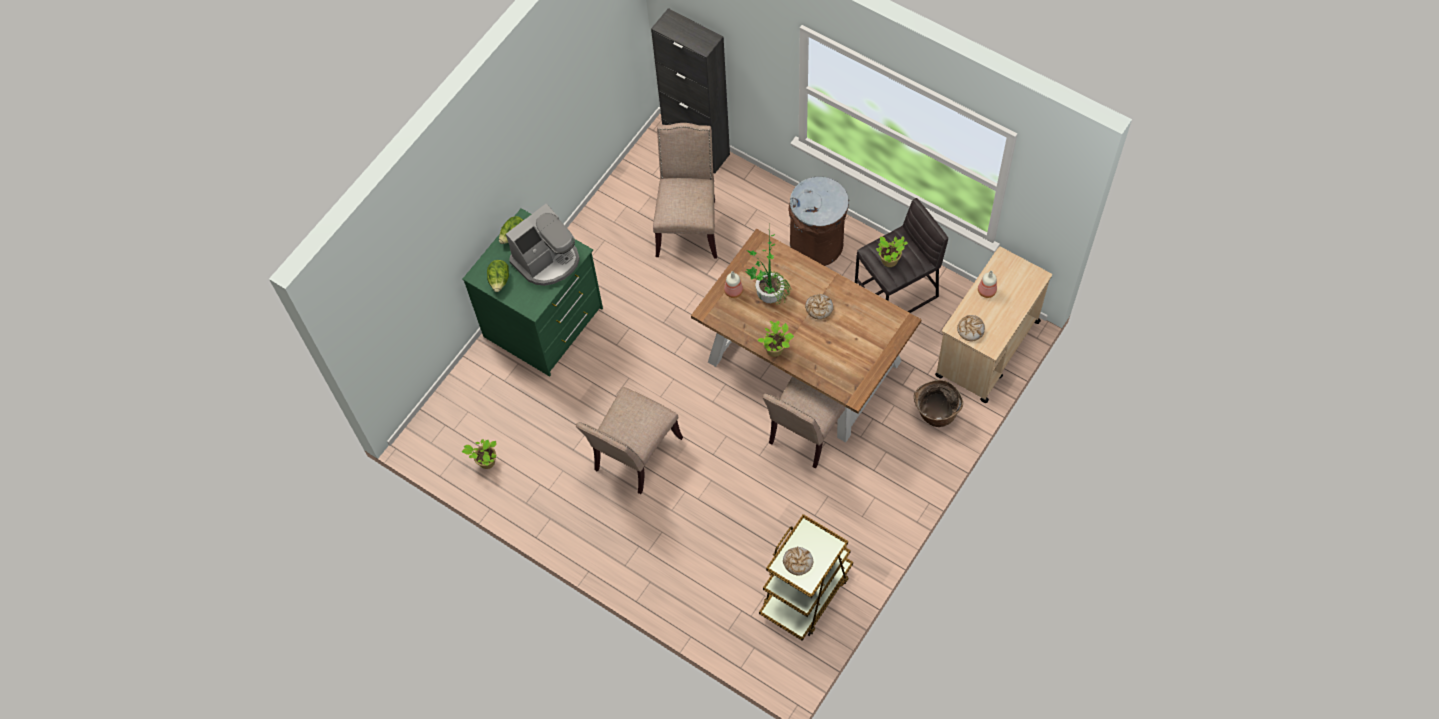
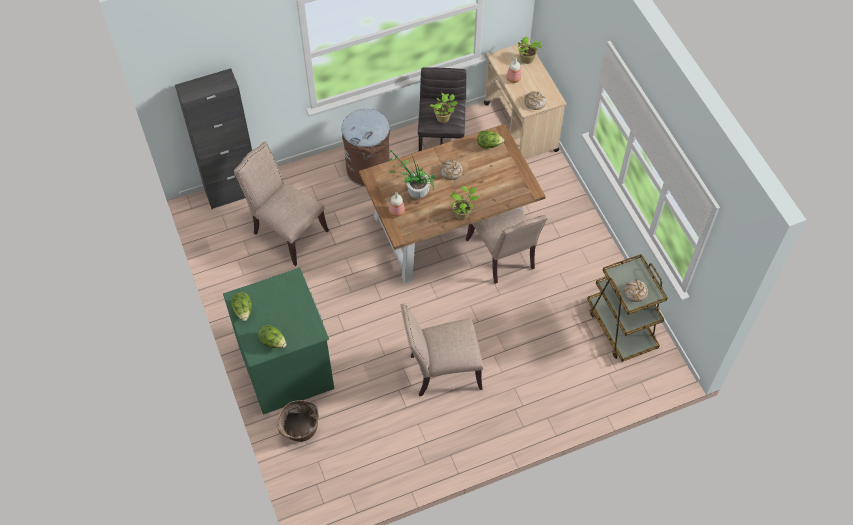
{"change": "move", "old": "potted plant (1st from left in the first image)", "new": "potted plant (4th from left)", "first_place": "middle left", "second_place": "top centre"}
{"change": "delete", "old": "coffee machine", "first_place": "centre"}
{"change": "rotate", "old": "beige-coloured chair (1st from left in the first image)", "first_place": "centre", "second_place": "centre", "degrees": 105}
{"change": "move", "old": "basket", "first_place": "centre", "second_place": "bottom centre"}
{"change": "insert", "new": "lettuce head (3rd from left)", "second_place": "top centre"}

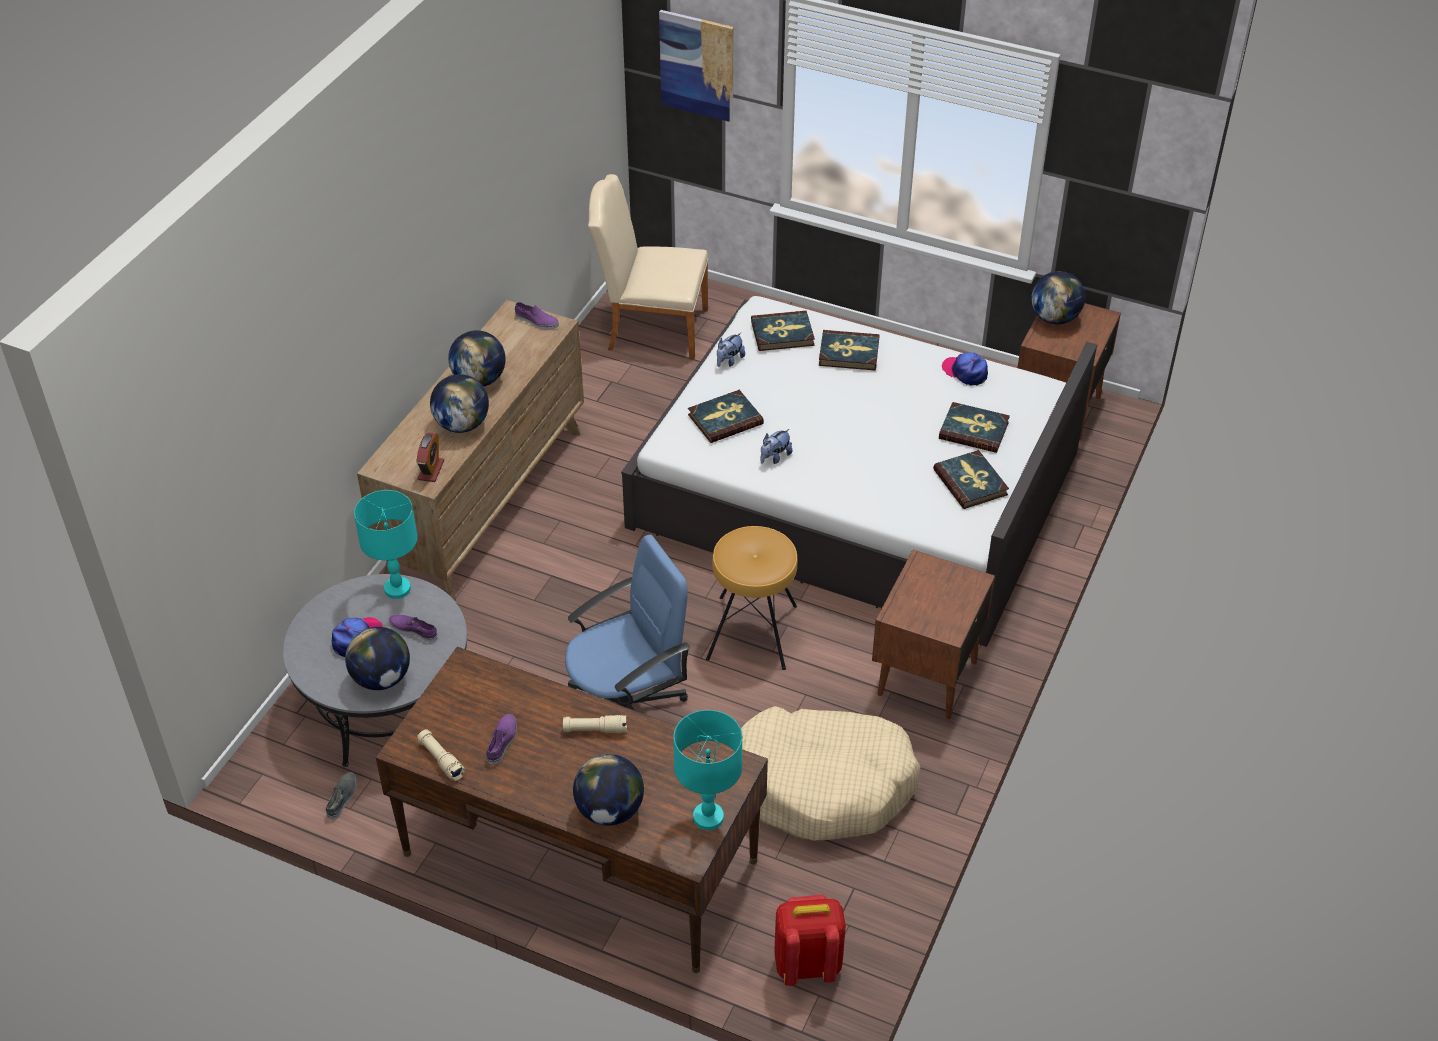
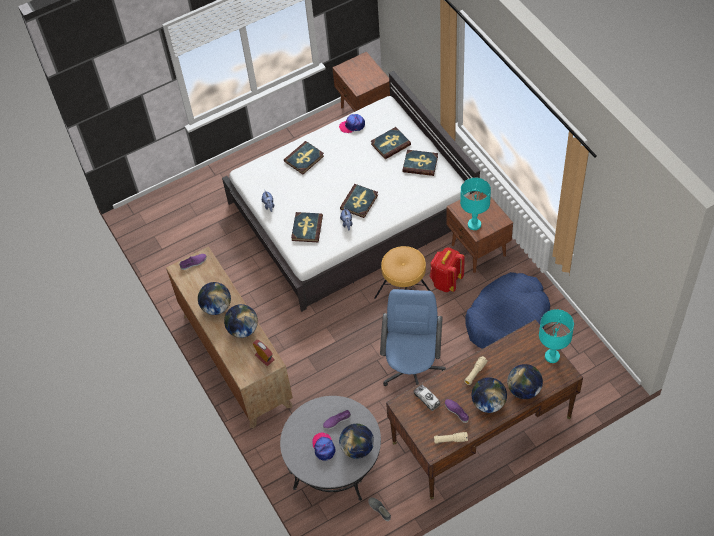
{"change": "move", "old": "turquoise-coloured tabletop lamp (1st from left)", "first_place": "middle left", "second_place": "centre"}
{"change": "delete", "old": "beige-coloured chair", "first_place": "top centre"}
{"change": "delete", "old": "wall art", "first_place": "top centre"}
{"change": "recolor", "old": "beige-coloured dog bed", "new": "blue dog bed", "first_place": "bottom centre", "second_place": "middle right"}
{"change": "move", "old": "bound book (2nd from left in the first image)", "new": "bound book (3rd from left)", "first_place": "top centre", "second_place": "centre"}
{"change": "move", "old": "reddish backpack", "first_place": "bottom centre", "second_place": "centre"}
{"change": "move", "old": "globe (5th from left in the first image)", "new": "globe (4th from left)", "first_place": "top right", "second_place": "bottom right"}
{"change": "insert", "new": "model truck", "second_place": "bottom centre"}

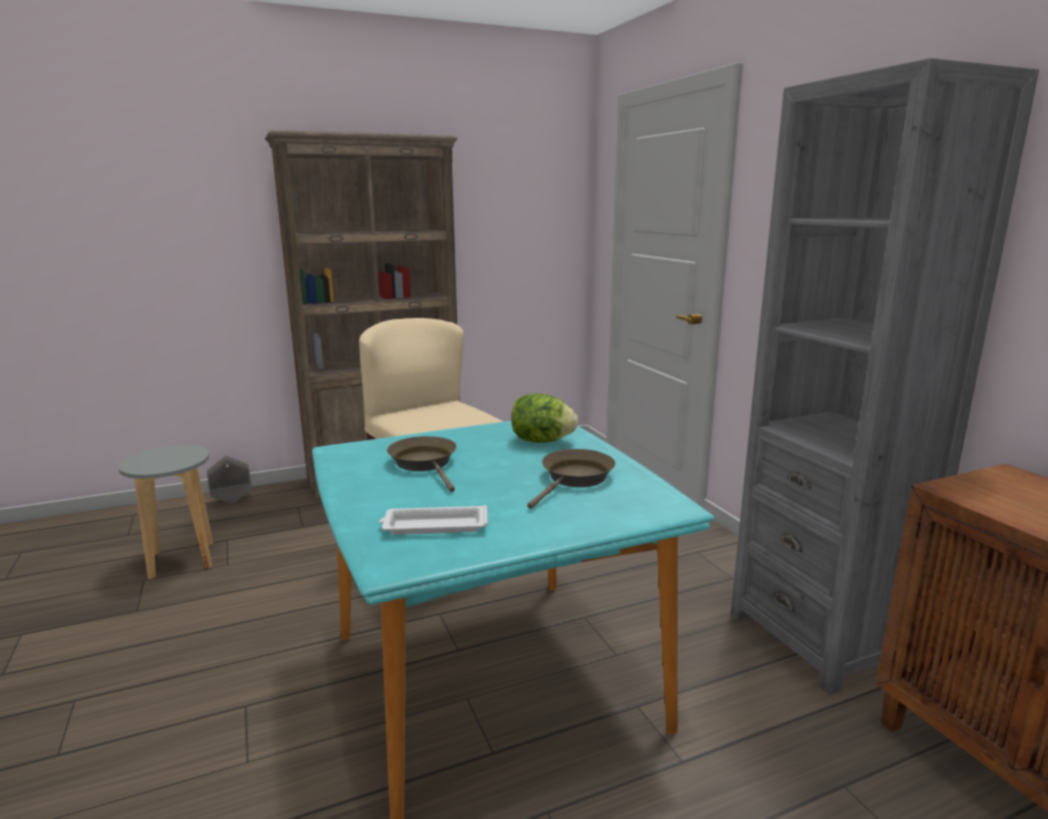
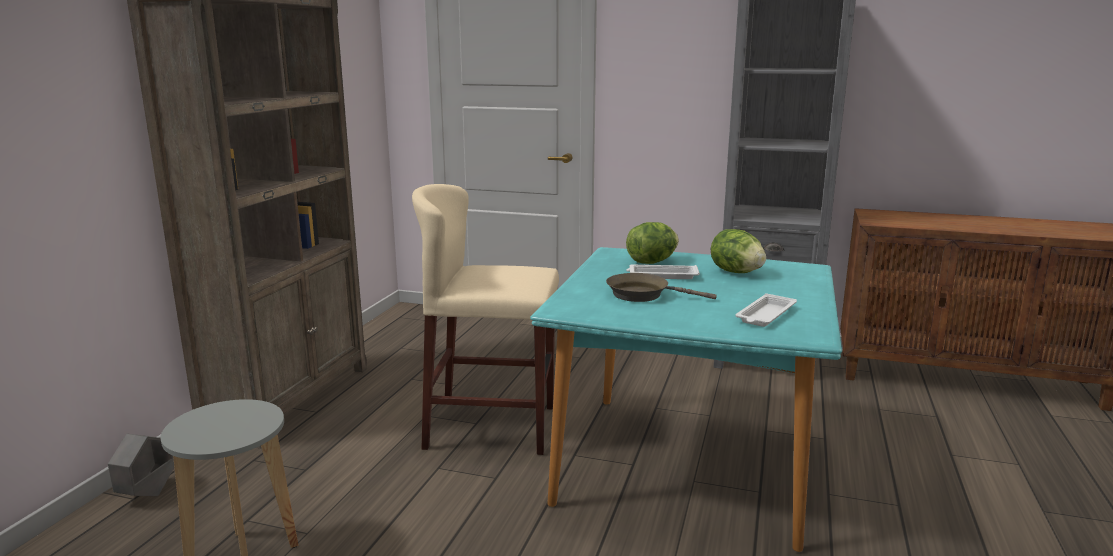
{"change": "replace", "old": "brownish skillet (2nd from left)", "new": "lettuce head (2nd from left)", "first_place": "centre", "second_place": "centre"}
{"change": "insert", "new": "whitish serving tray (1st from left)", "second_place": "centre"}

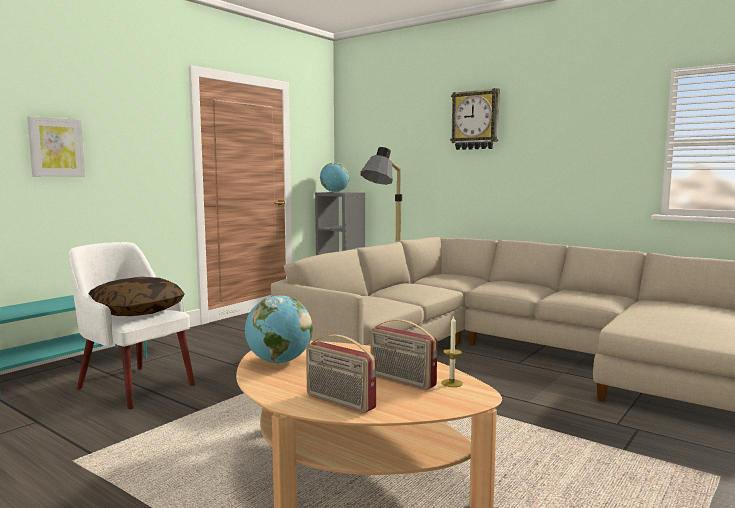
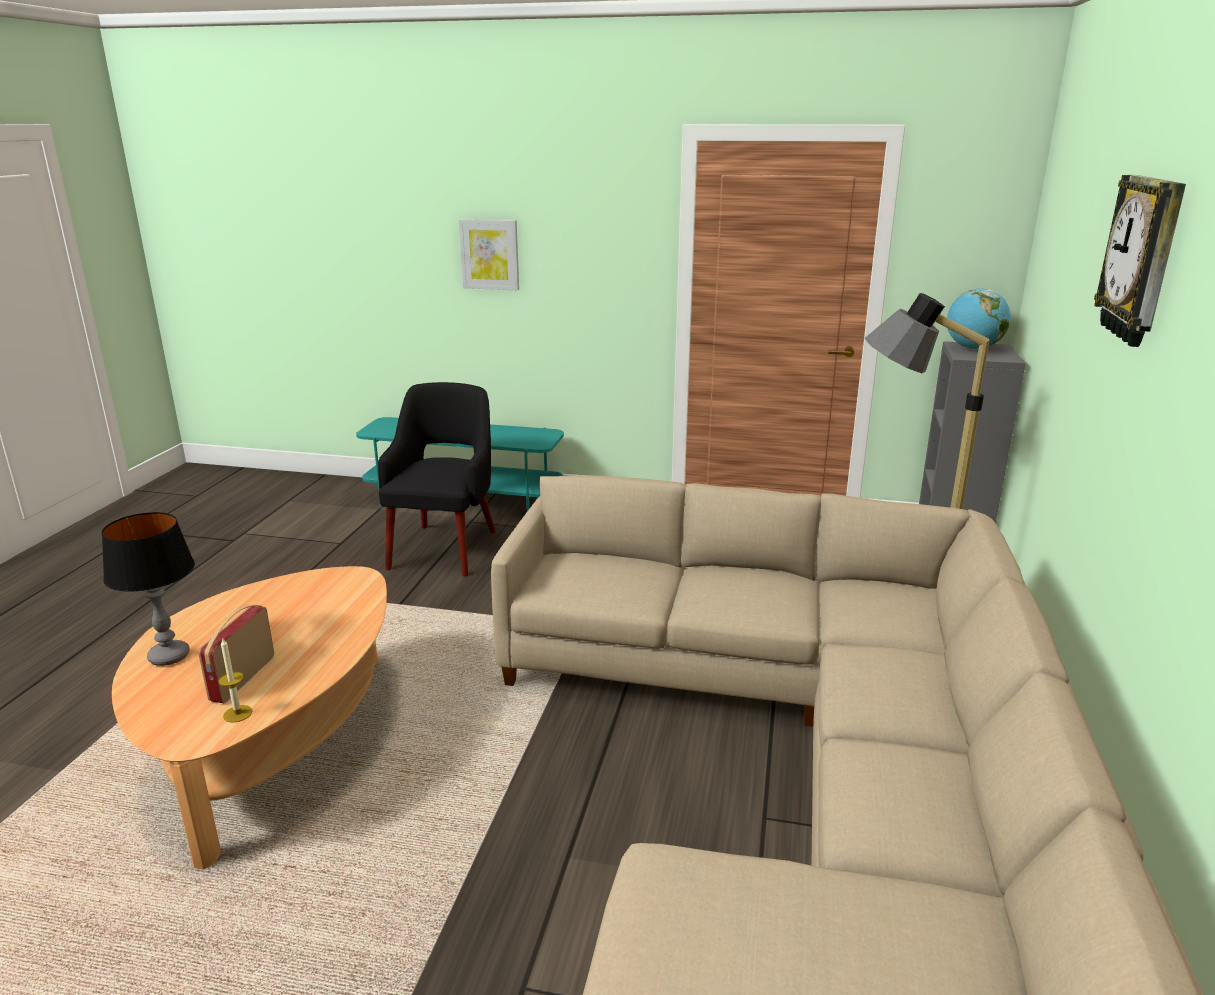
{"change": "recolor", "old": "whitish armchair", "new": "blackish armchair", "first_place": "middle left", "second_place": "centre"}
{"change": "delete", "old": "pillow", "first_place": "middle left"}
{"change": "delete", "old": "globe (1st from left)", "first_place": "centre"}
{"change": "replace", "old": "radio receiver (1st from left)", "new": "tabletop lamp", "first_place": "bottom centre", "second_place": "middle left"}

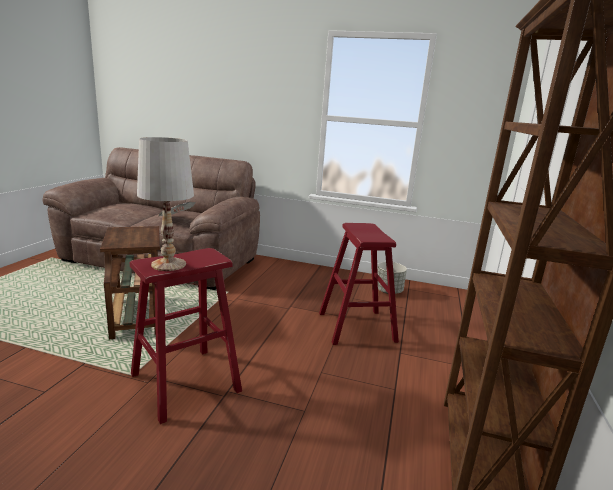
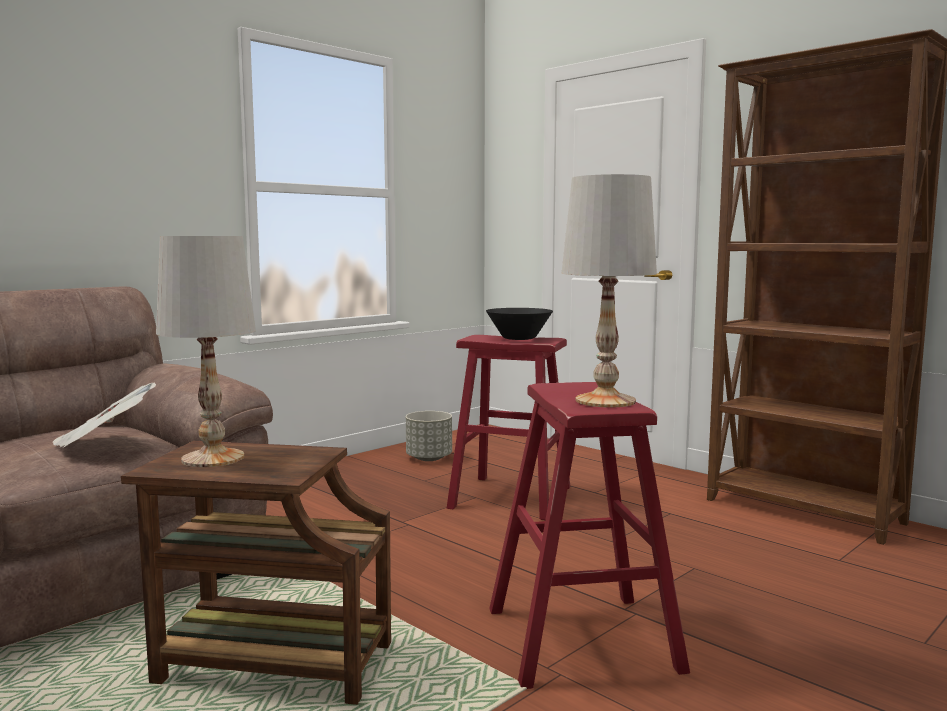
{"change": "insert", "new": "whitish tabletop lamp (1st from left)", "second_place": "middle left"}
{"change": "insert", "new": "blackish bowl", "second_place": "centre"}

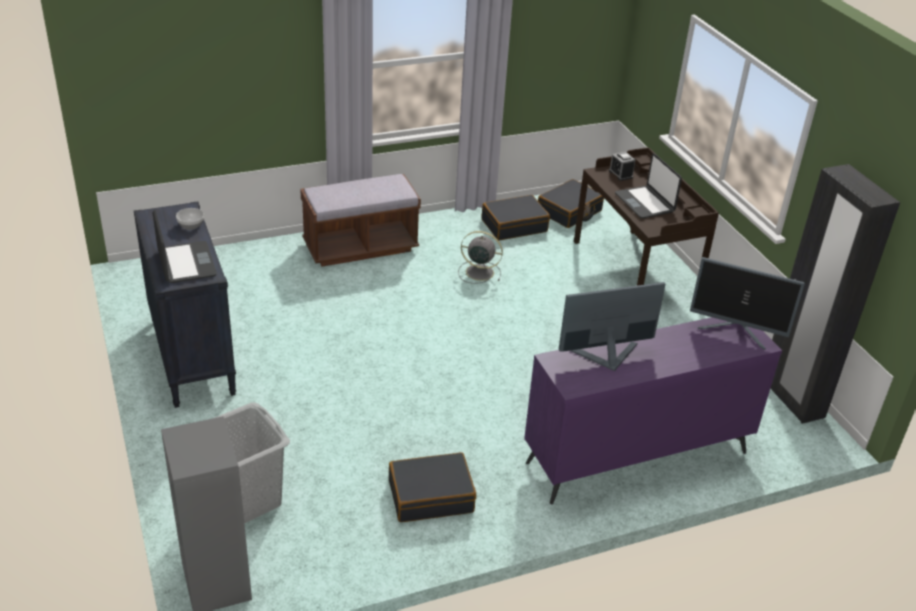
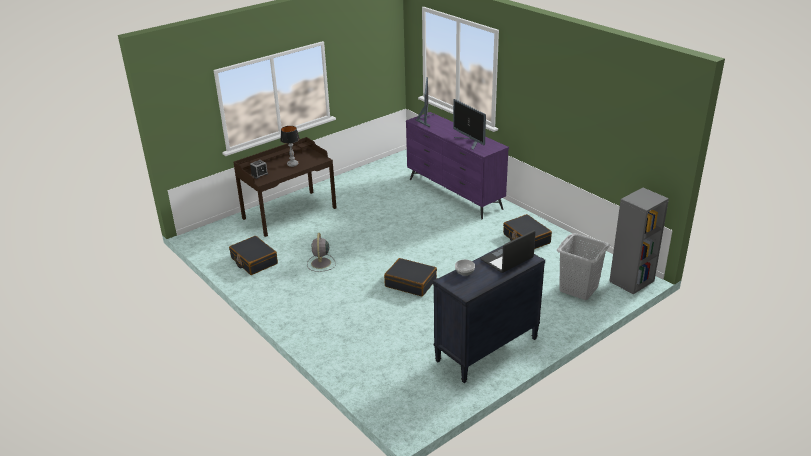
{"change": "delete", "old": "brownish long seat", "first_place": "centre"}
{"change": "move", "old": "blackish piece of luggage (3rd from left in the first image)", "new": "blackish piece of luggage (2nd from left)", "first_place": "top centre", "second_place": "centre"}
{"change": "replace", "old": "laptop (2nd from left)", "new": "tabletop lamp", "first_place": "top right", "second_place": "top centre"}
{"change": "delete", "old": "blackish wardrobe", "first_place": "middle right"}

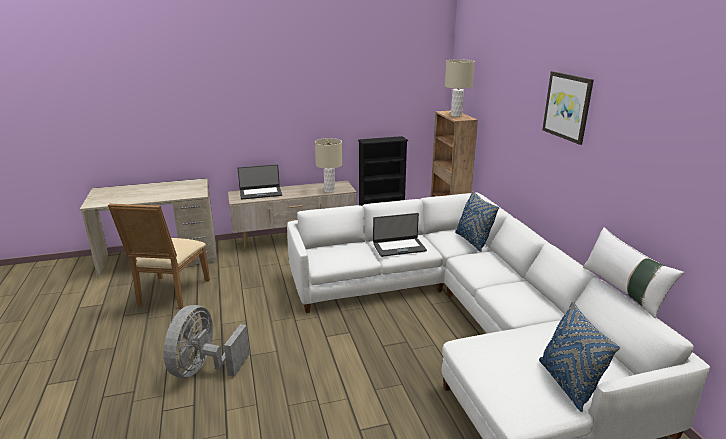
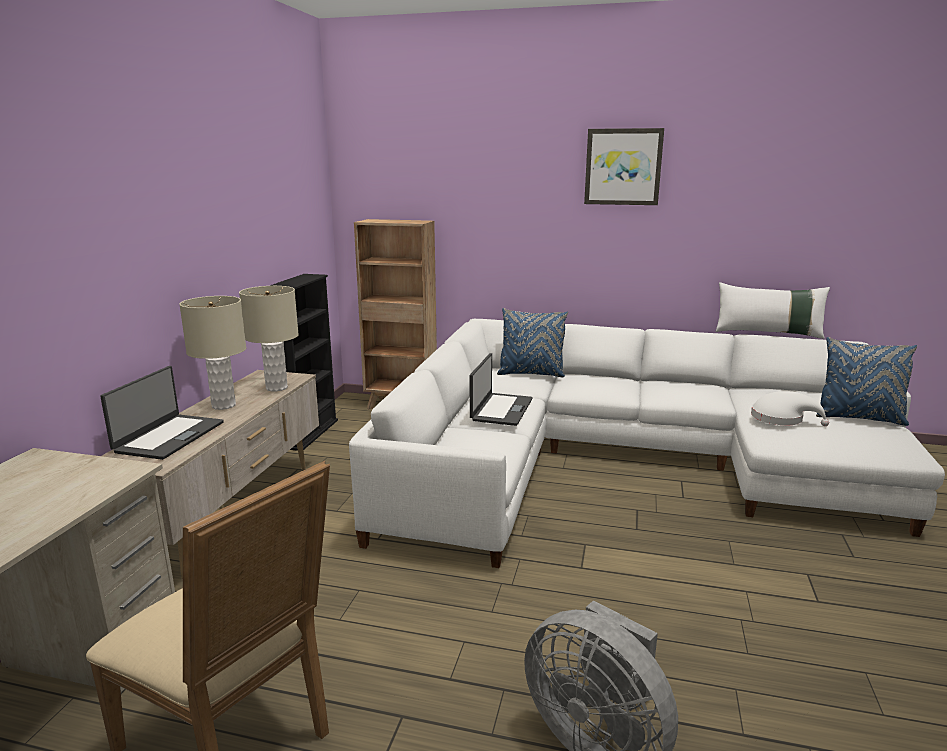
{"change": "move", "old": "beige-coloured tabletop lamp (2nd from left in the first image)", "new": "beige-coloured tabletop lamp (1st from left)", "first_place": "top centre", "second_place": "middle left"}
{"change": "insert", "new": "whitish clothing hat", "second_place": "middle right"}

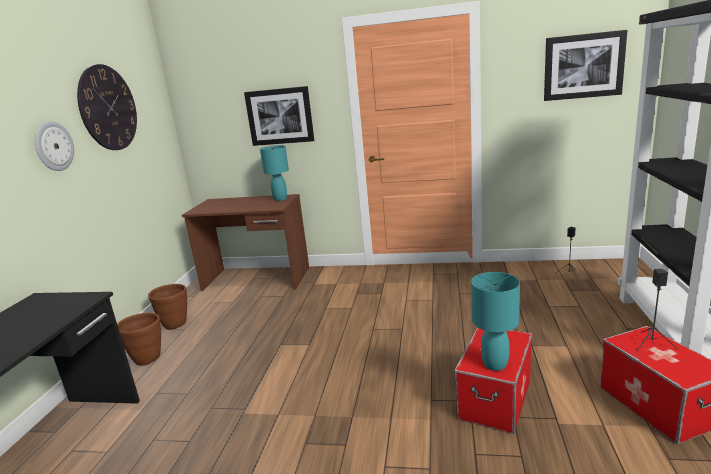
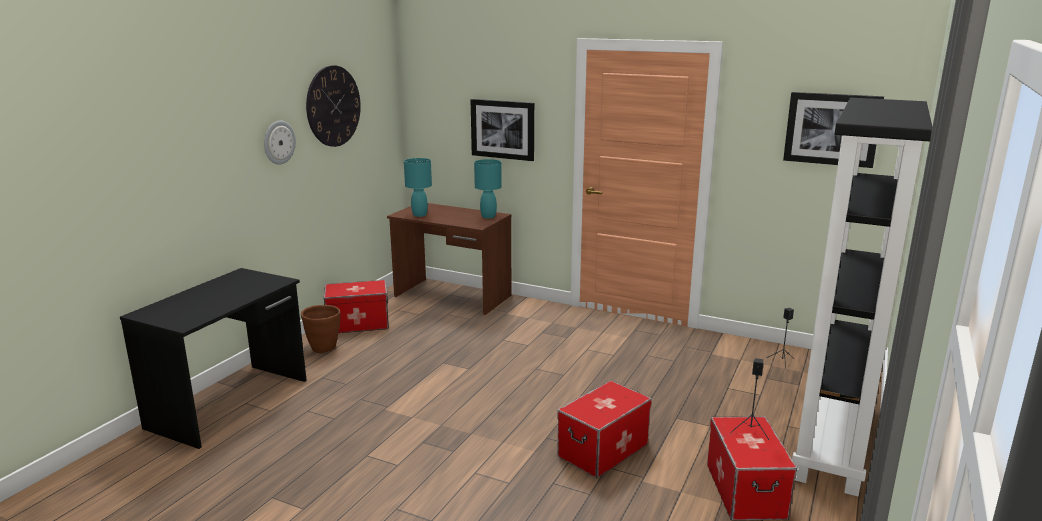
{"change": "replace", "old": "brownish plant pot (2nd from left)", "new": "storage container (1st from left)", "first_place": "middle left", "second_place": "centre"}
{"change": "move", "old": "turquoise-coloured tabletop lamp (2nd from left in the first image)", "new": "turquoise-coloured tabletop lamp (1st from left)", "first_place": "bottom right", "second_place": "centre"}

